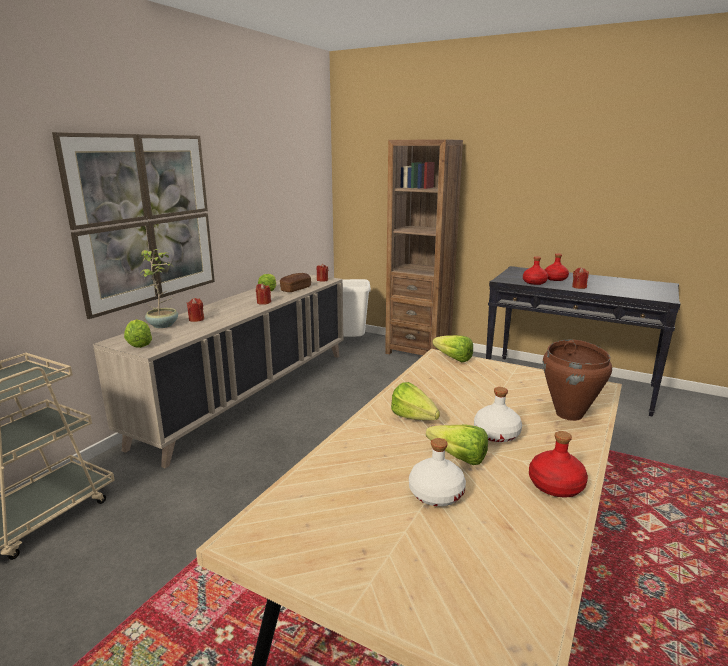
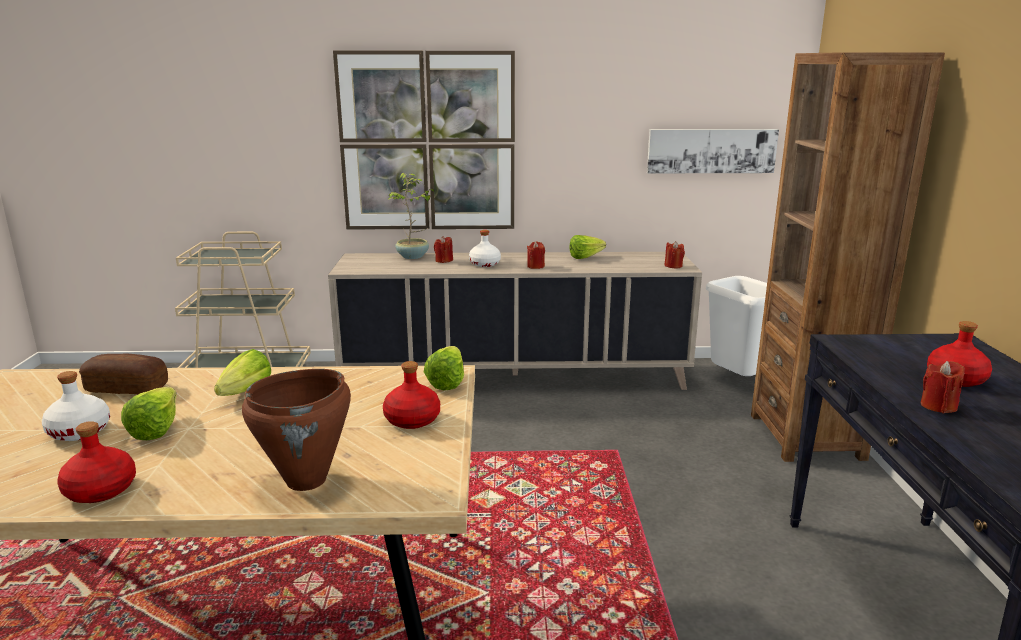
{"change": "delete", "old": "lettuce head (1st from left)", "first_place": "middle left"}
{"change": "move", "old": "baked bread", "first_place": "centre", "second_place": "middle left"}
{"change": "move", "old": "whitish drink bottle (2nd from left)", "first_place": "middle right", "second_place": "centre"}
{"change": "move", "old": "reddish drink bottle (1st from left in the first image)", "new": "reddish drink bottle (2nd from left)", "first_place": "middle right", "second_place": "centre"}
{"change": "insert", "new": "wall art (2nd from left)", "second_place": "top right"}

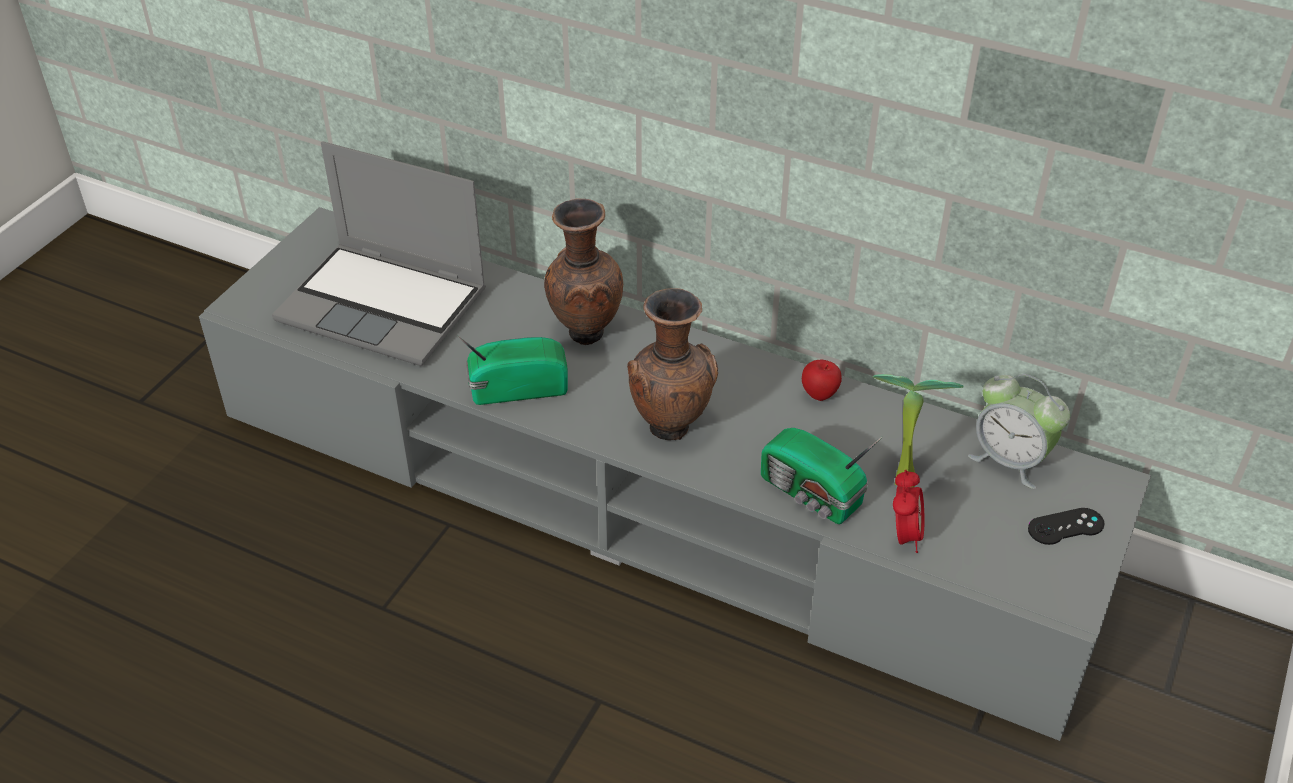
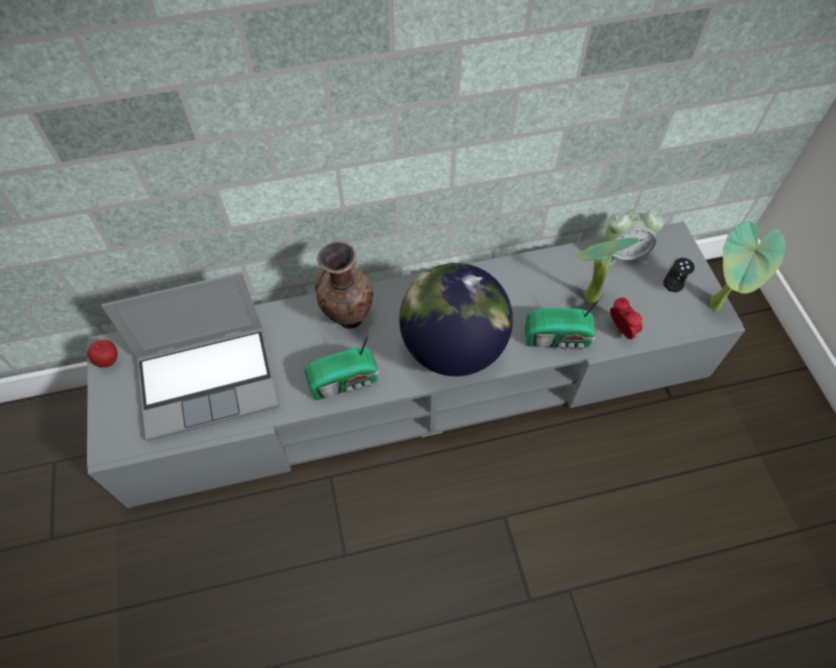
{"change": "rotate", "old": "radio receiver (1st from left)", "first_place": "centre", "second_place": "centre", "degrees": -150}
{"change": "replace", "old": "brownish flower vase (2nd from left)", "new": "globe", "first_place": "centre", "second_place": "centre"}
{"change": "move", "old": "apple fruit", "first_place": "centre", "second_place": "middle left"}
{"change": "insert", "new": "potted plant (2nd from left)", "second_place": "middle right"}

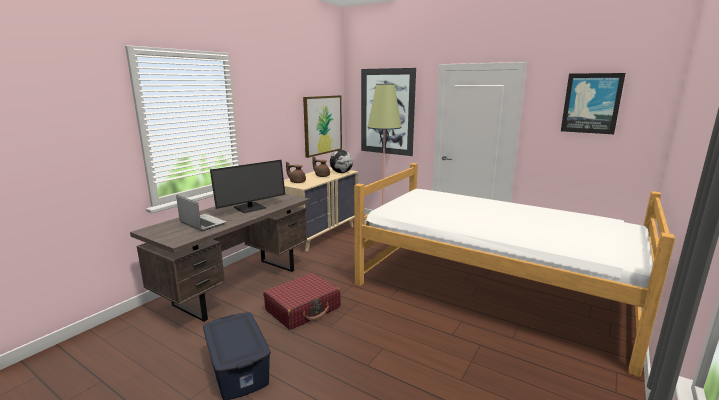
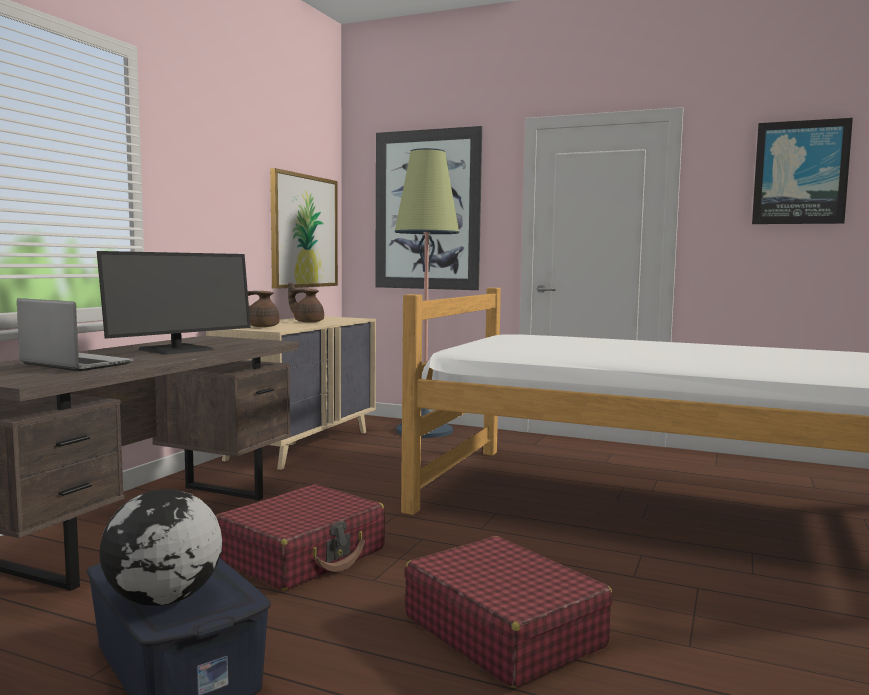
{"change": "move", "old": "globe", "first_place": "centre", "second_place": "bottom left"}
{"change": "insert", "new": "reddish piece of luggage (2nd from left)", "second_place": "bottom centre"}

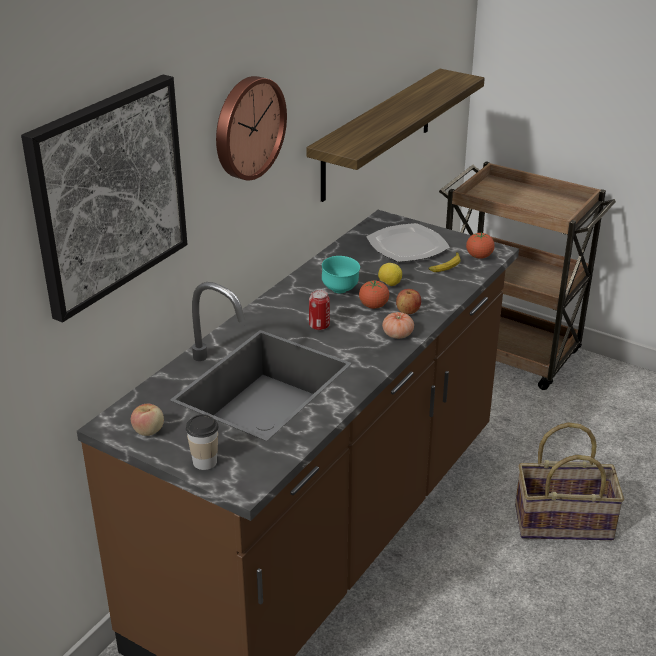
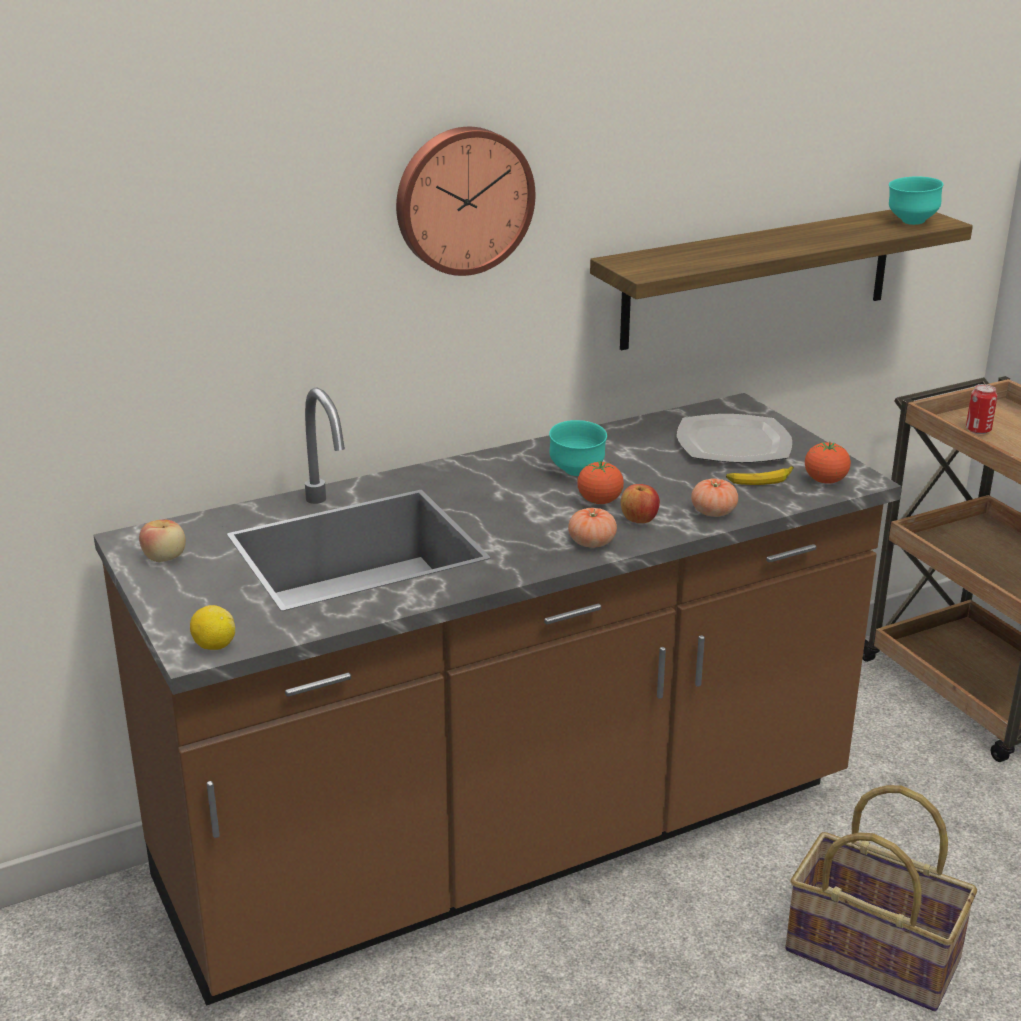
{"change": "delete", "old": "wall art", "first_place": "top left"}
{"change": "delete", "old": "small cup", "first_place": "bottom left"}
{"change": "move", "old": "sealed can", "first_place": "centre", "second_place": "middle right"}
{"change": "move", "old": "lemon", "first_place": "centre", "second_place": "middle left"}
{"change": "insert", "new": "fresh tomato (3rd from left)", "second_place": "middle right"}
{"change": "insert", "new": "turquoise-coloured bowl (2nd from left)", "second_place": "top right"}

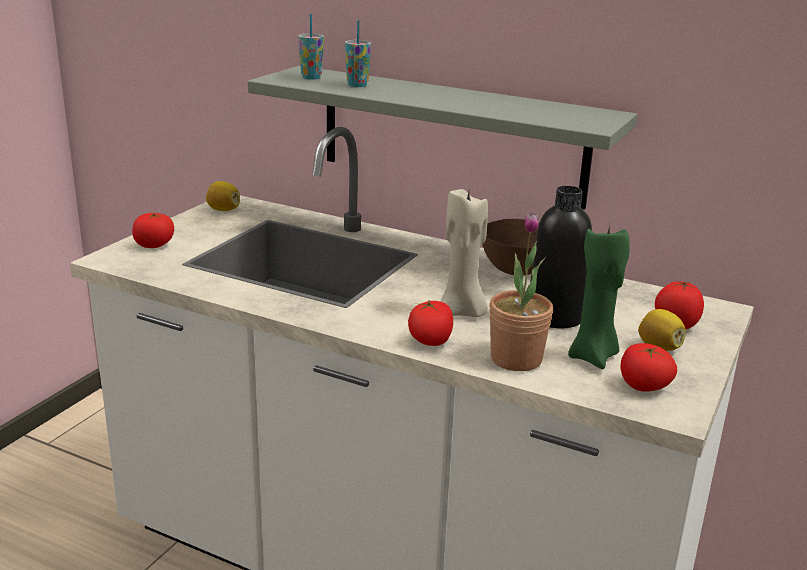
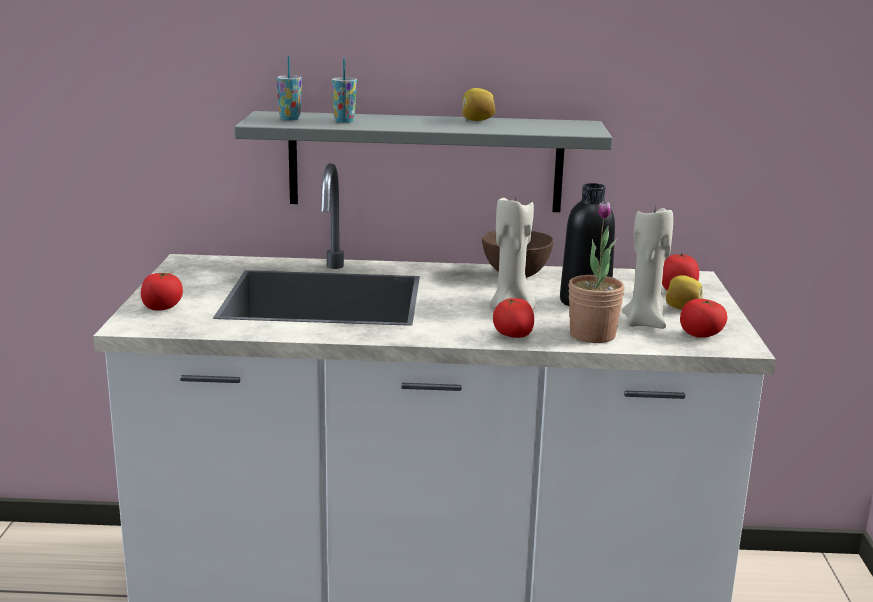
{"change": "move", "old": "lemon (1st from left)", "first_place": "middle left", "second_place": "top centre"}
{"change": "recolor", "old": "green-coloured wax candle", "new": "beige-coloured wax candle (2nd from left)", "first_place": "middle right", "second_place": "middle right"}

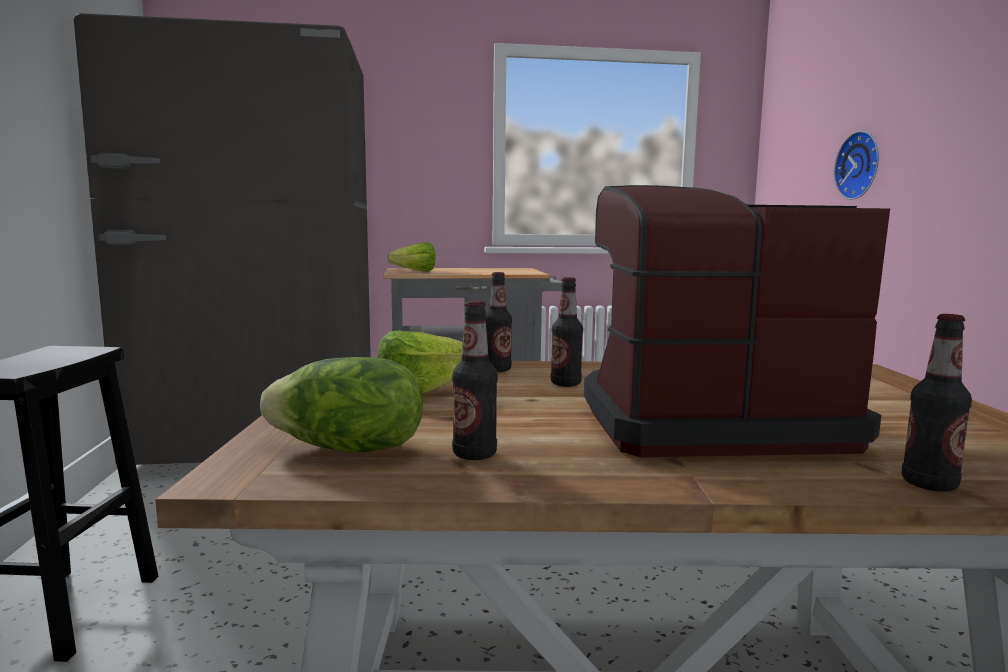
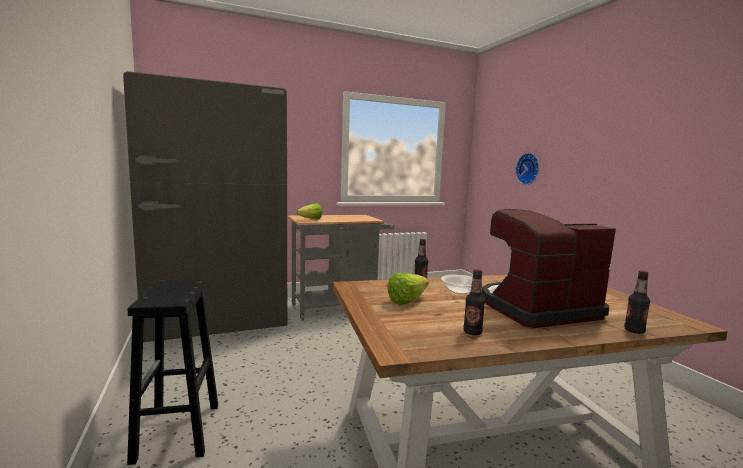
{"change": "delete", "old": "lettuce head (1st from left)", "first_place": "centre"}
{"change": "replace", "old": "drink bottle (3rd from left)", "new": "bowl", "first_place": "centre", "second_place": "centre"}

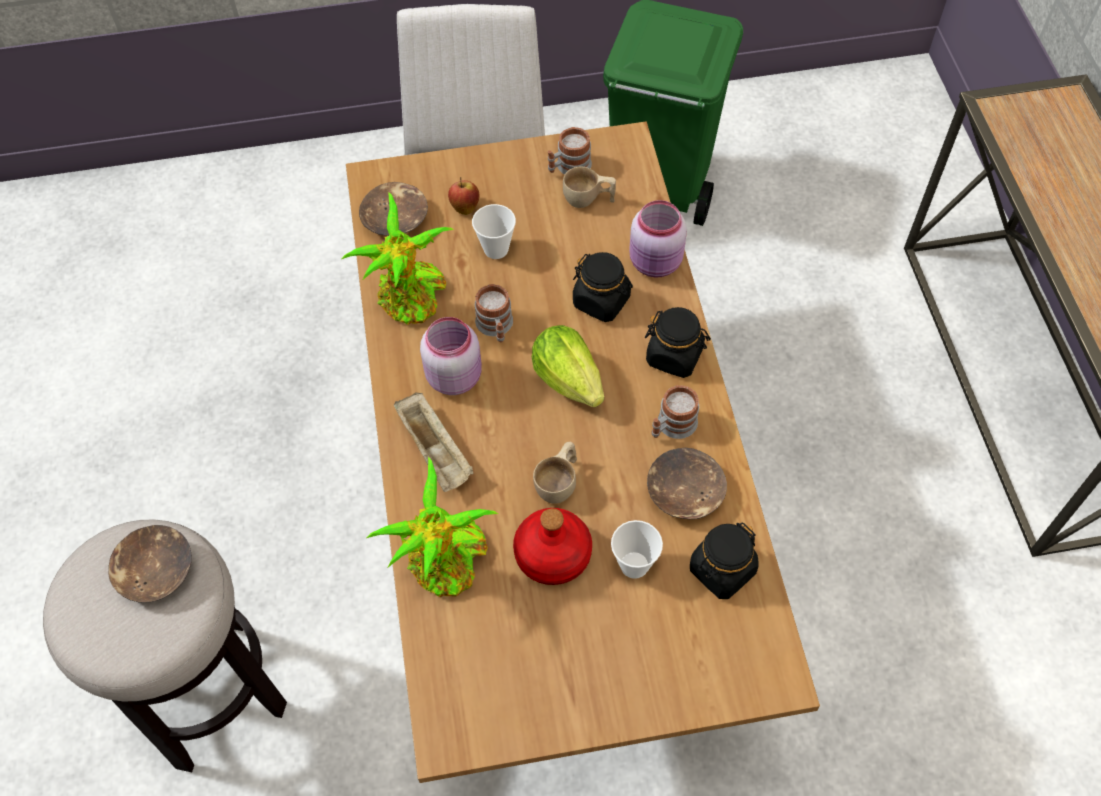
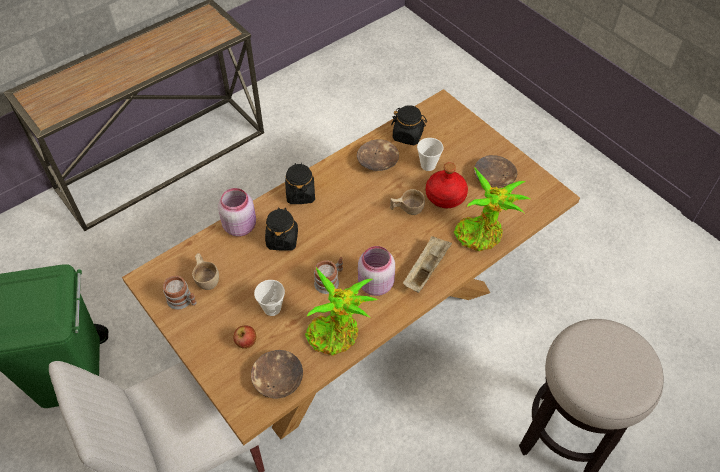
{"change": "move", "old": "brownish bowl (1st from left in the first image)", "new": "brownish bowl (3rd from left)", "first_place": "bottom left", "second_place": "middle right"}
{"change": "delete", "old": "lettuce head", "first_place": "centre"}
{"change": "delete", "old": "tea mug (3rd from left)", "first_place": "centre"}

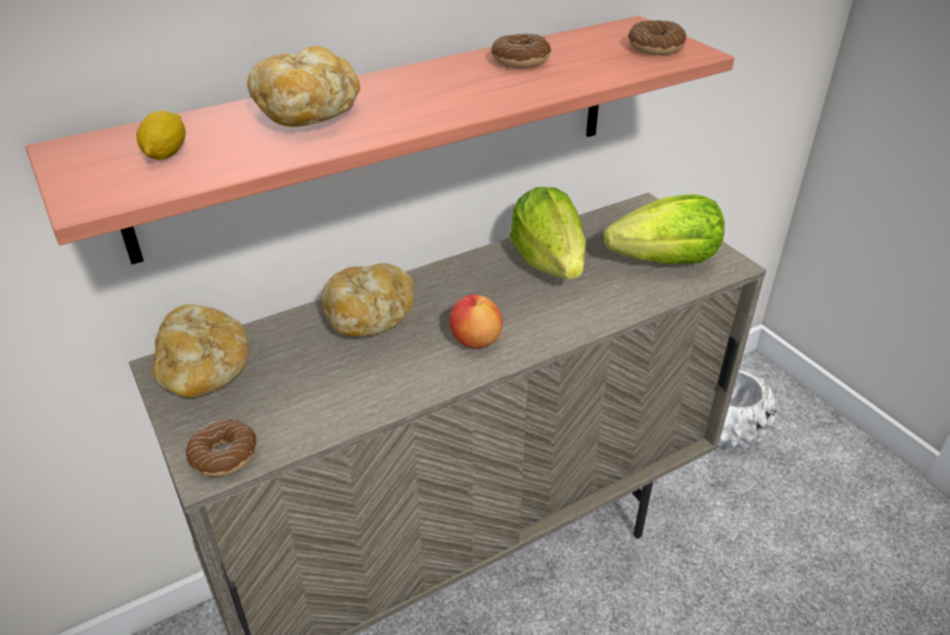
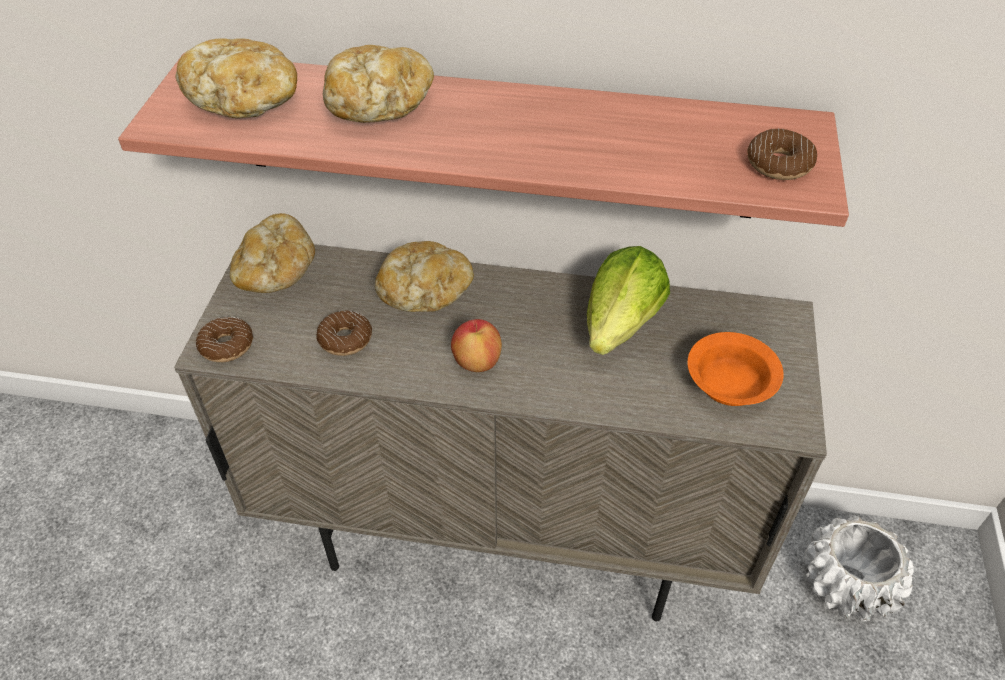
{"change": "replace", "old": "lemon", "new": "baked bread (1st from left)", "first_place": "top left", "second_place": "top left"}
{"change": "move", "old": "doughnut (2nd from left)", "first_place": "top centre", "second_place": "centre"}
{"change": "replace", "old": "lettuce head (2nd from left)", "new": "orange bowl", "first_place": "middle right", "second_place": "middle right"}

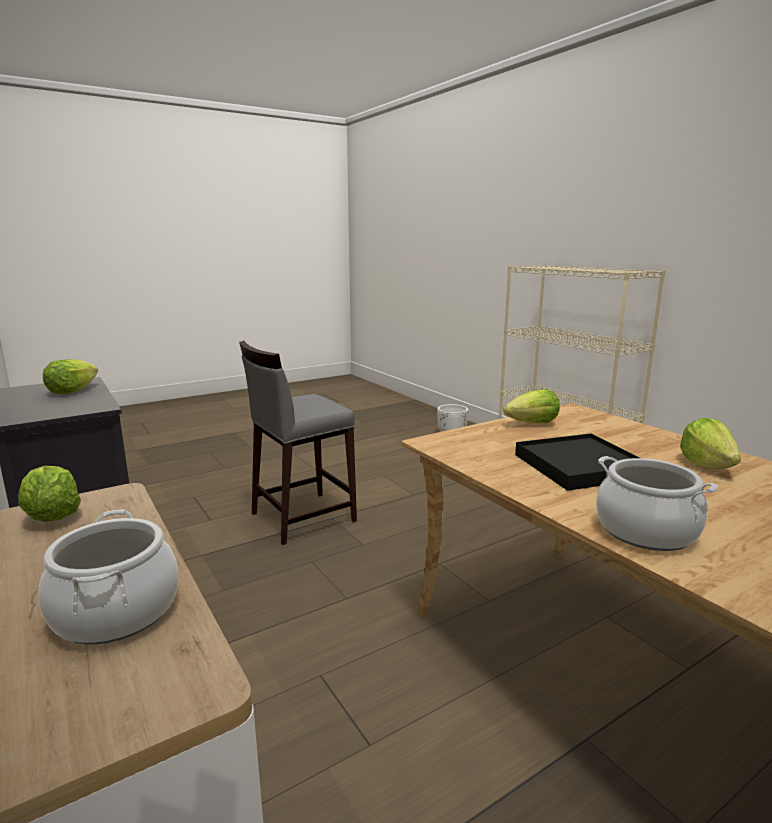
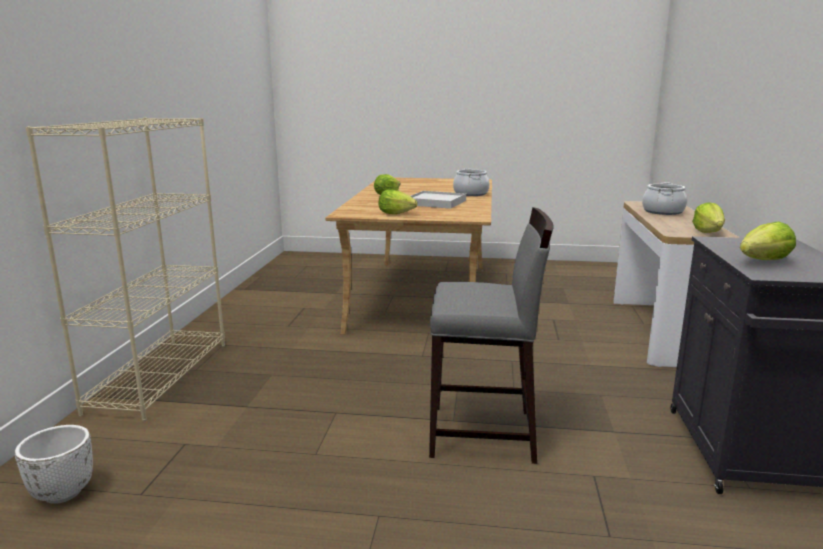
{"change": "recolor", "old": "blackish serving tray", "new": "whitish serving tray", "first_place": "middle right", "second_place": "centre"}

